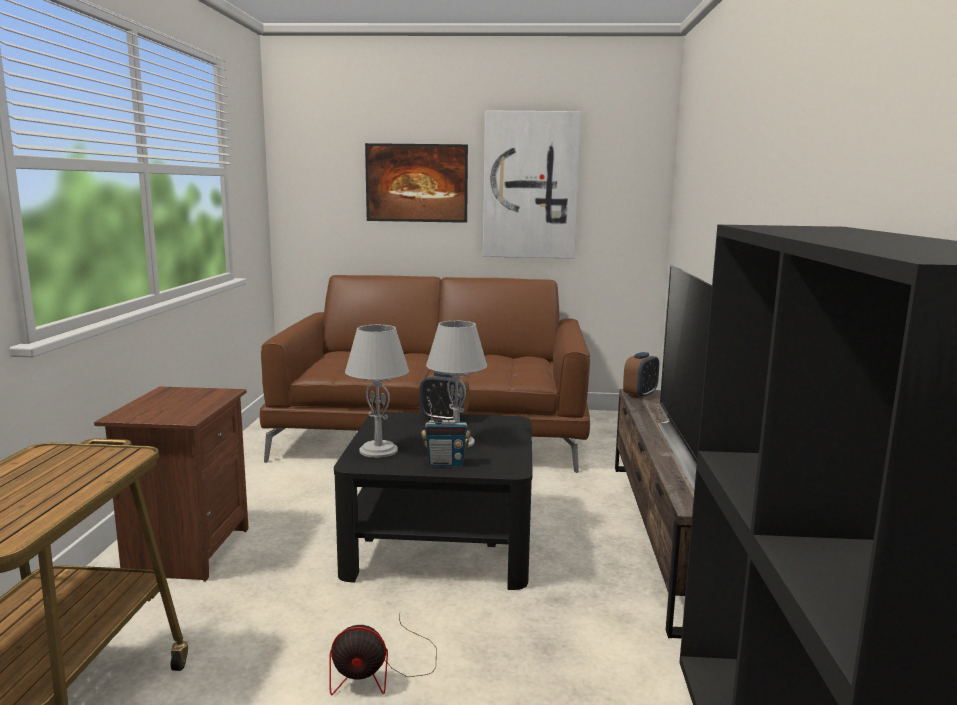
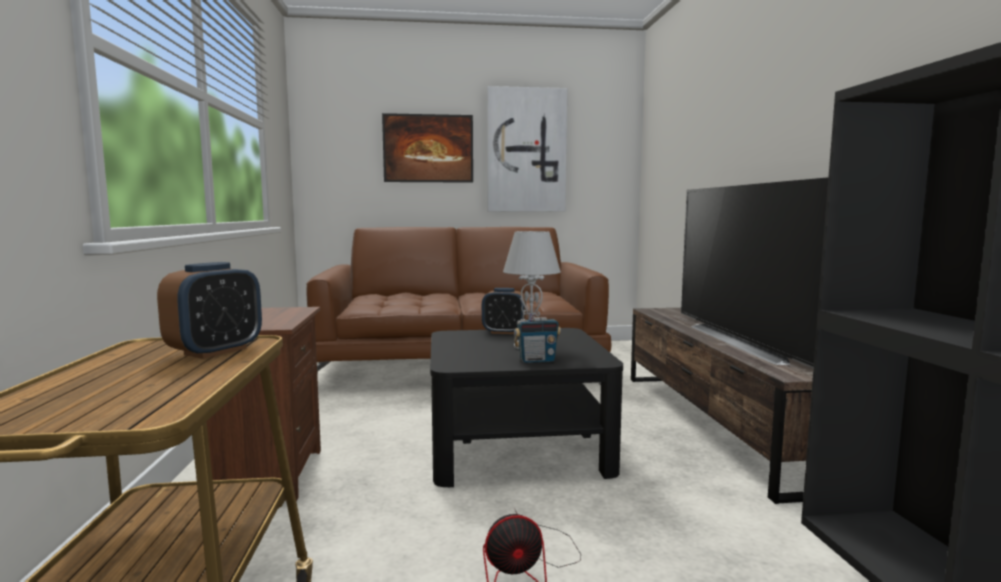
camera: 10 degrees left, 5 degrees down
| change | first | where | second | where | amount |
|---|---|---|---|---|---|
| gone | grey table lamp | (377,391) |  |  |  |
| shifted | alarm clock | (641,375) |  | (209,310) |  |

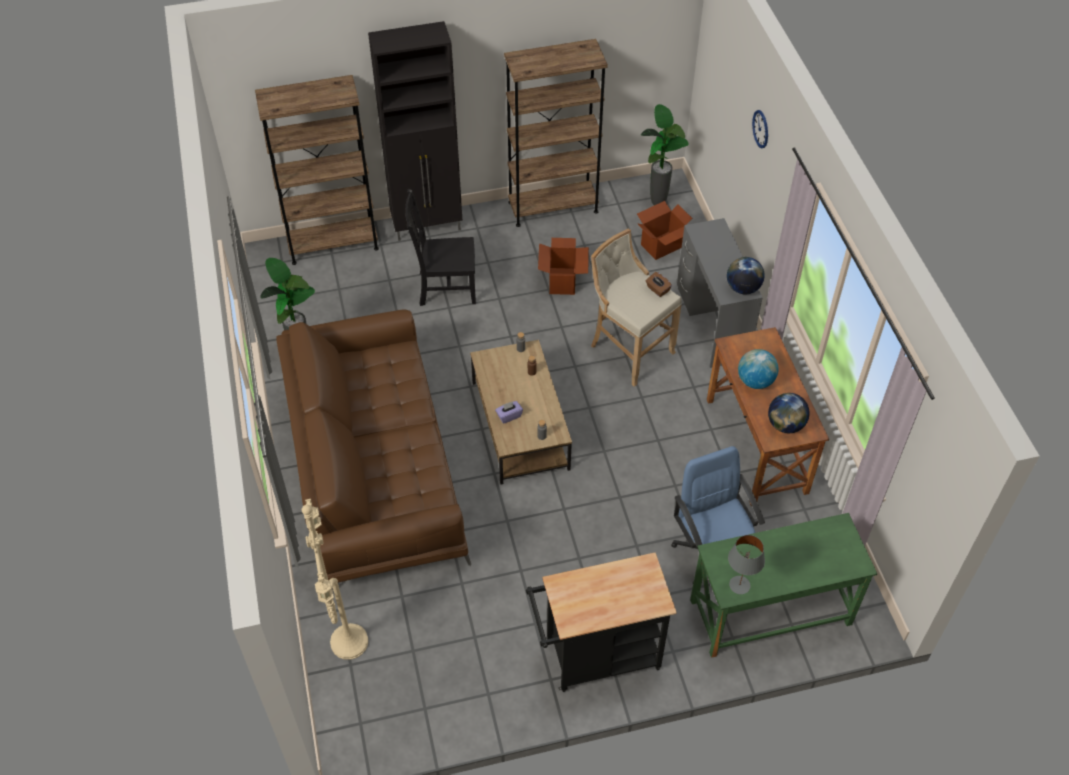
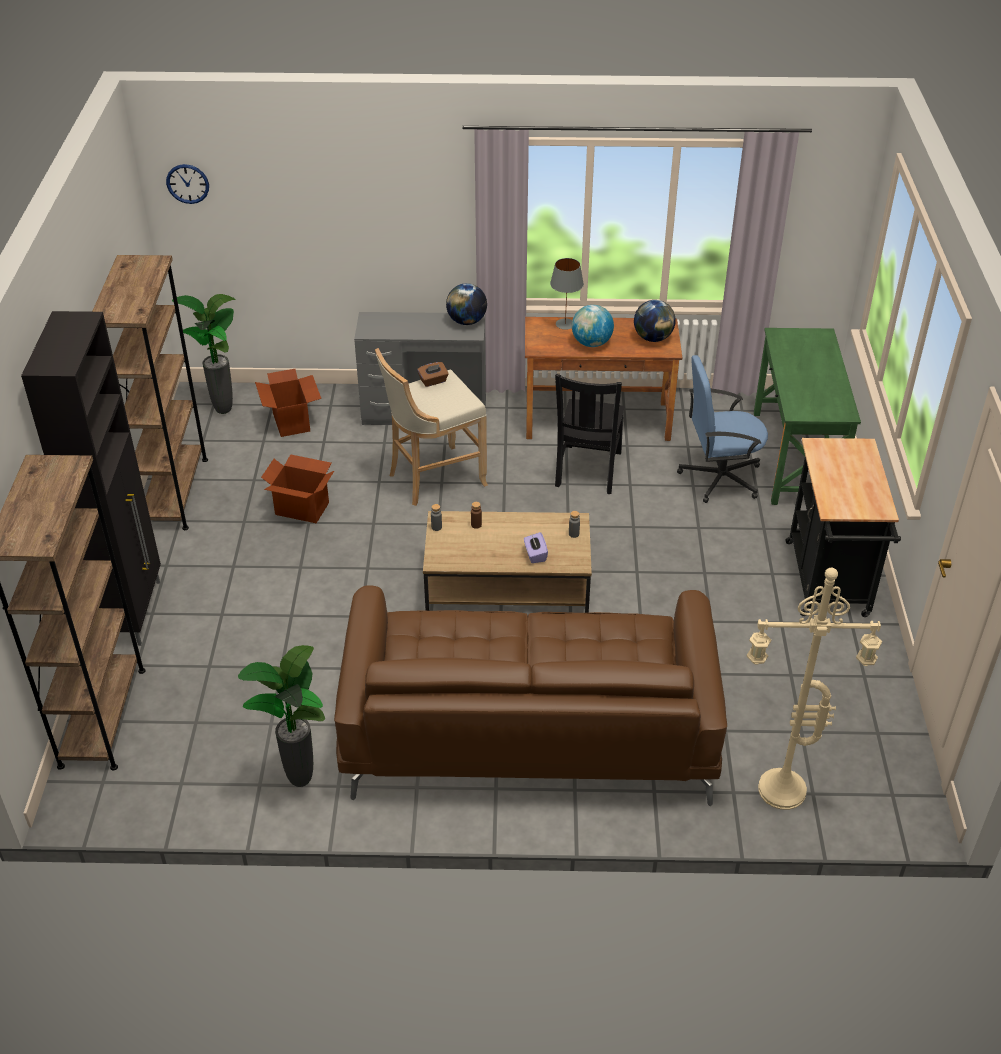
camera: 75 degrees left, 10 degrees down
| change | first | where | second | where | amount |
|---|---|---|---|---|---|
| shifted | wall clock | (760,129) |  | (187,184) |  |
| shifted | black chair | (440,247) |  | (590,434) |  |
| shifted | grey table lamp | (746,564) |  | (567,294) |  |

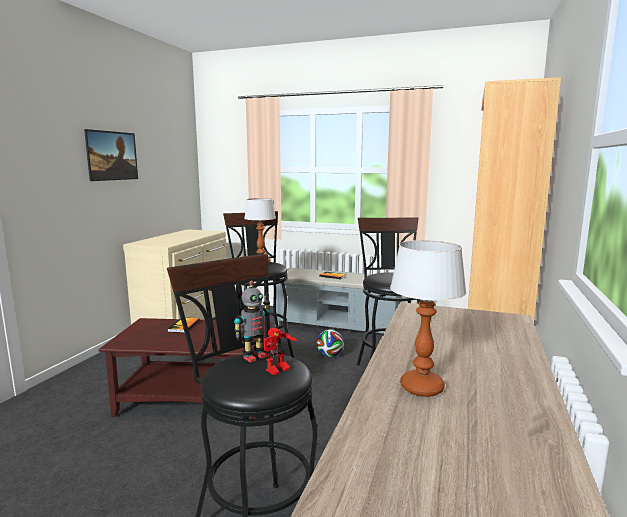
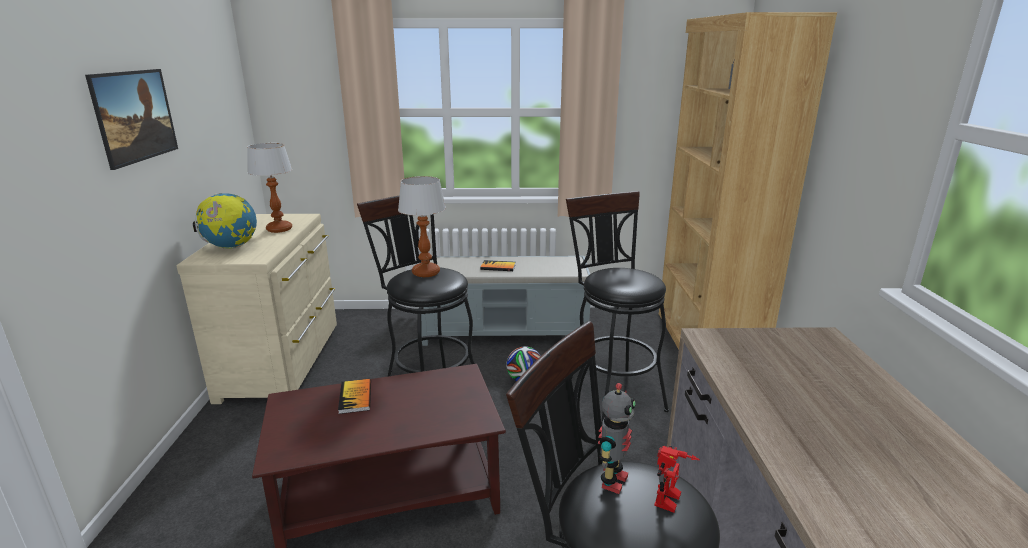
camera: 20 degrees left, 10 degrees up
| change | first | where | second | where | amount |
|---|---|---|---|---|---|
| shifted | table lamp | (428,318) |  | (269,188) |  |
| new |  |  | globe | (225,221) |  |

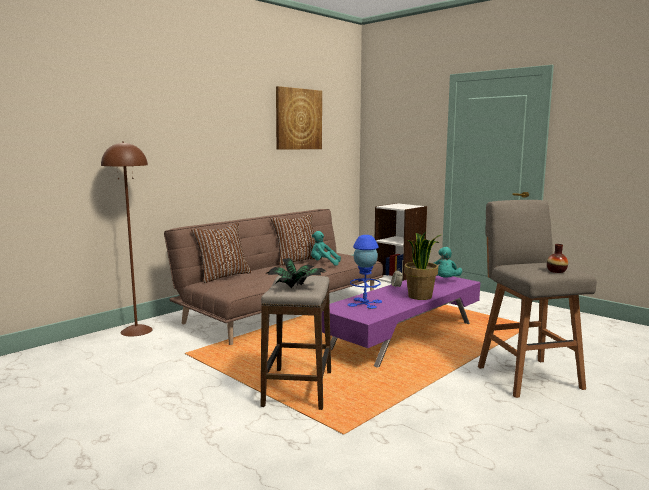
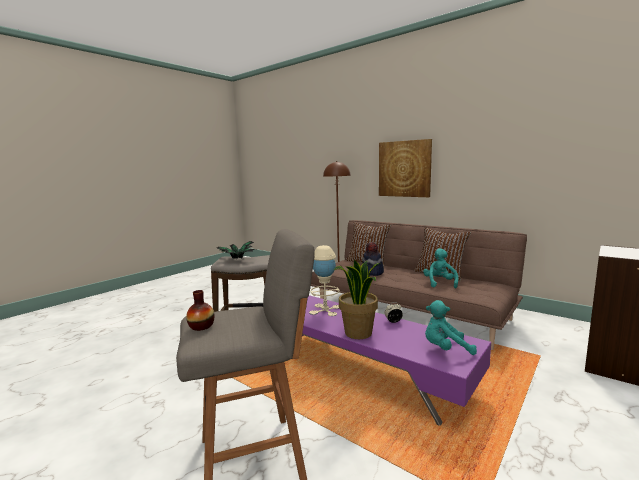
camera: 85 degrees right, 0 degrees up
| change | first | where | second | where | amount |
|---|---|---|---|---|---|
| shifted | picture | (299,118) |  | (405,168) |  |
| repainted | blue table lamp | (365,272) | beige table lamp | (324,280) |  |
| new |  |  | hat | (373,259) |  |

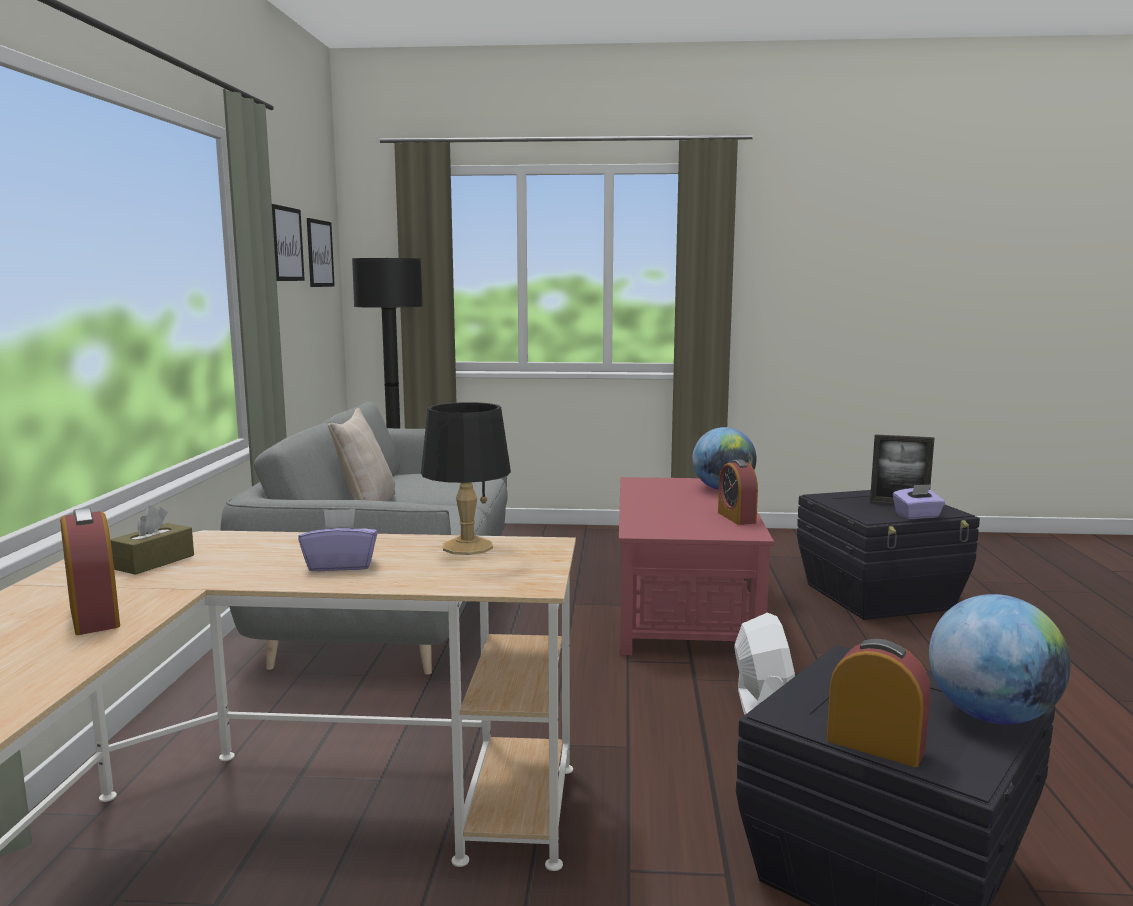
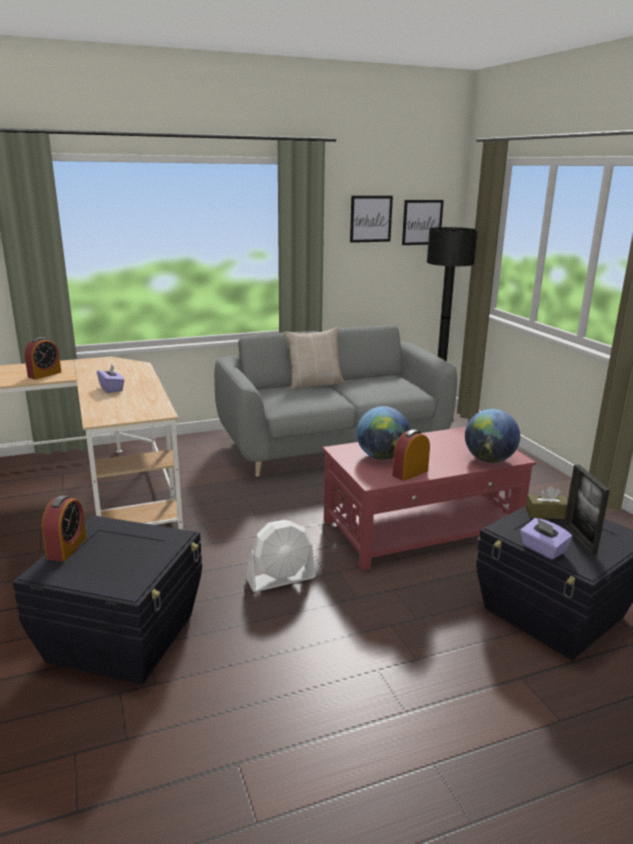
camera: 65 degrees right, 10 degrees up
| change | first | where | second | where | amount |
|---|---|---|---|---|---|
| gone | black table lamp | (466,478) |  |  |  |
| shifted | brown tissue box | (152,540) |  | (546,502) |  |
| shifted | globe | (999,659) |  | (383,433) |  |

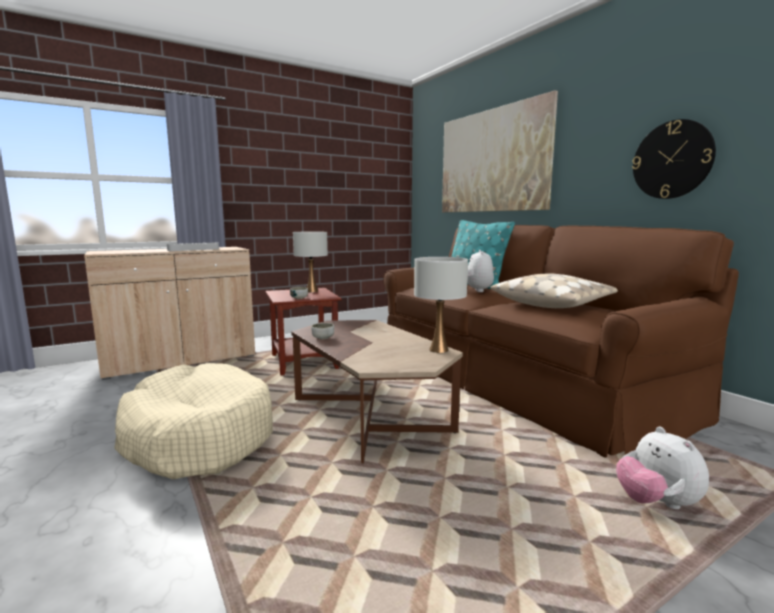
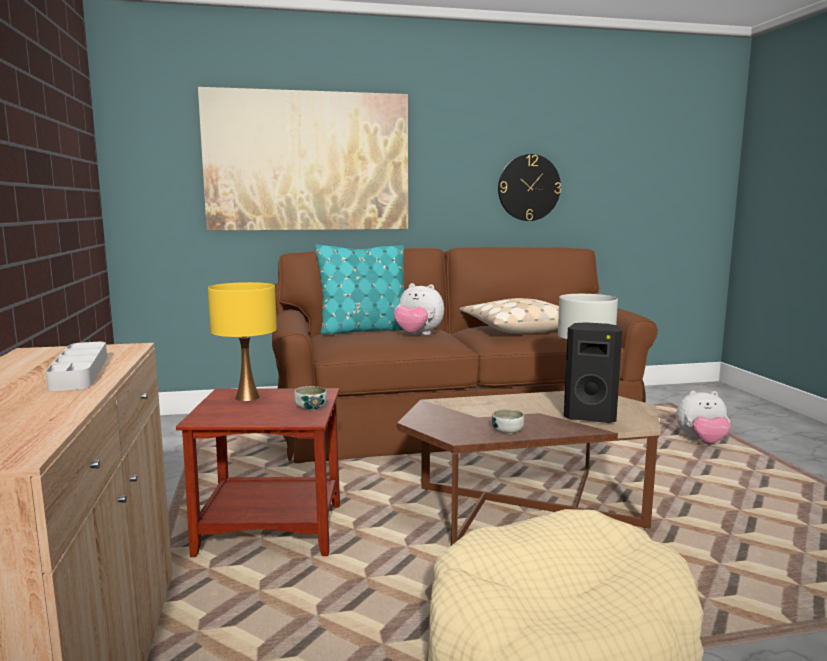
camera: 70 degrees left, 0 degrees up
| change | first | where | second | where | amount |
|---|---|---|---|---|---|
| repainted | white table lamp | (310,262) | yellow table lamp | (242,341) |  |
| new |  |  | black speaker | (593,372) |  |

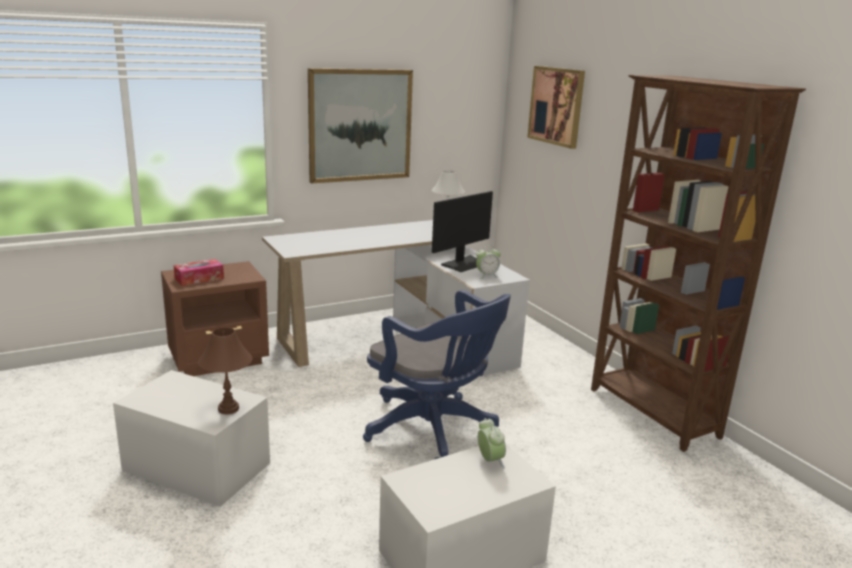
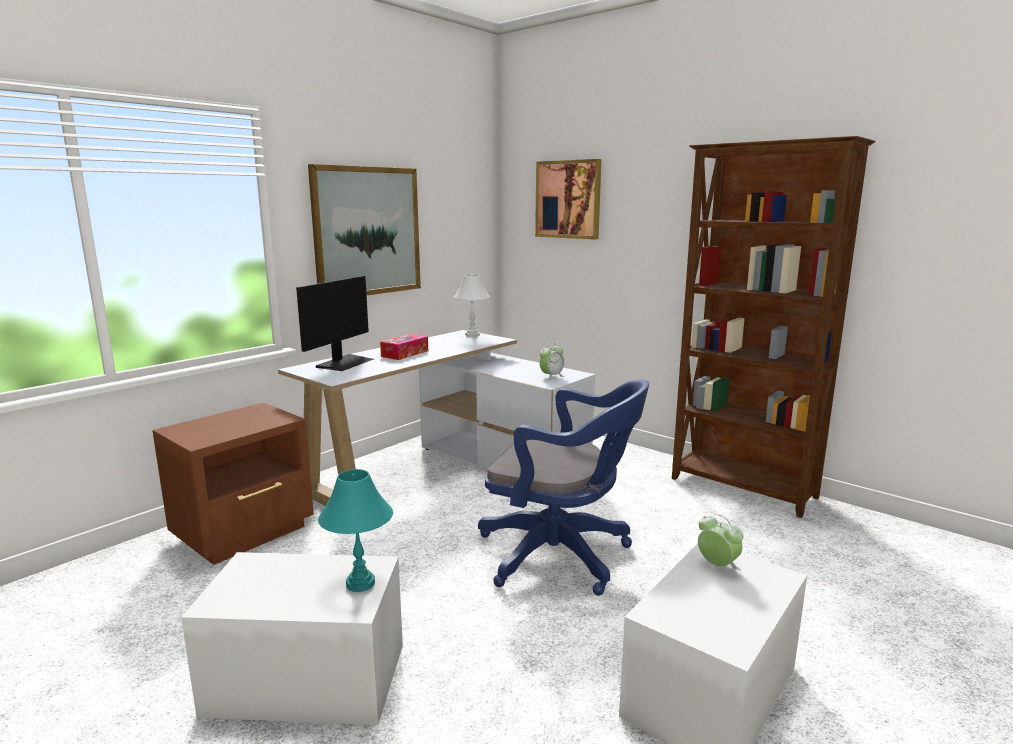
camera: 20 degrees left, 5 degrees down
| change | first | where | second | where | amount |
|---|---|---|---|---|---|
| shifted | monitor | (462,231) |  | (335,323) |  |
| shifted | tissue box | (198,272) |  | (404,347) |  |
| repainted | brown table lamp | (225,370) | turquoise table lamp | (355,530) |  |

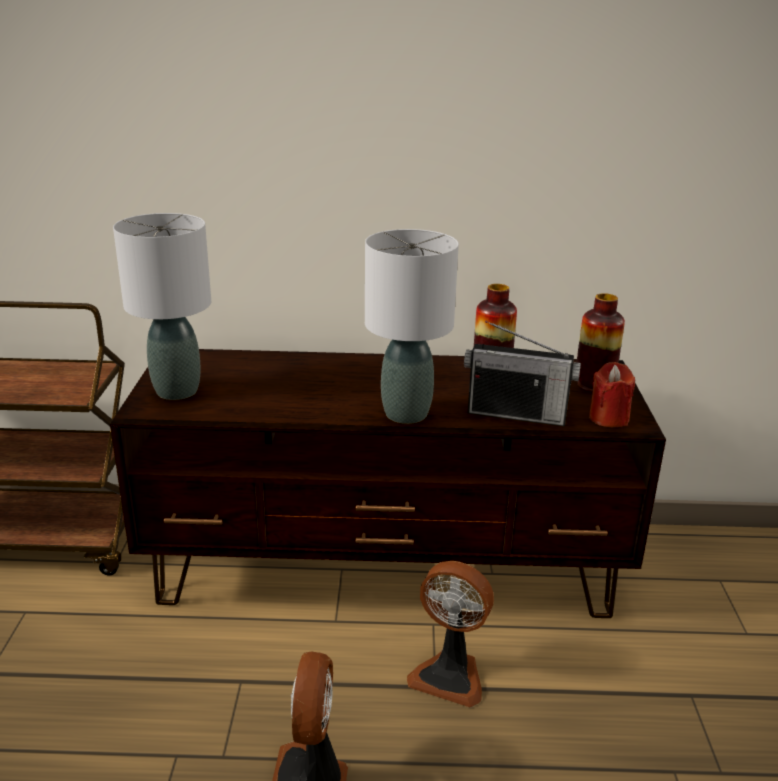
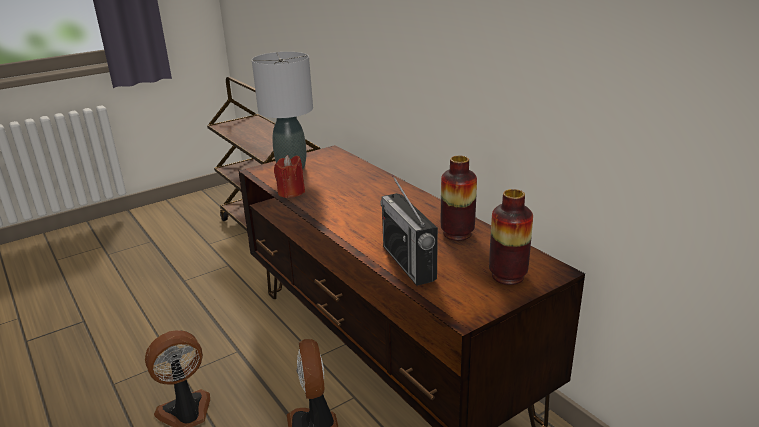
camera: 55 degrees right, 0 degrees up
| change | first | where | second | where | amount |
|---|---|---|---|---|---|
| gone | grey table lamp | (412,326) |  |  |  |
| shifted | red candle | (612,394) |  | (289,176) |  |

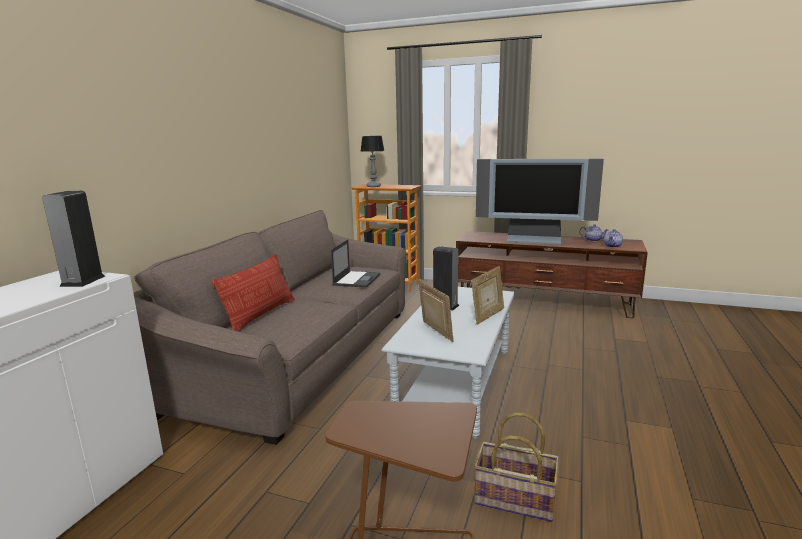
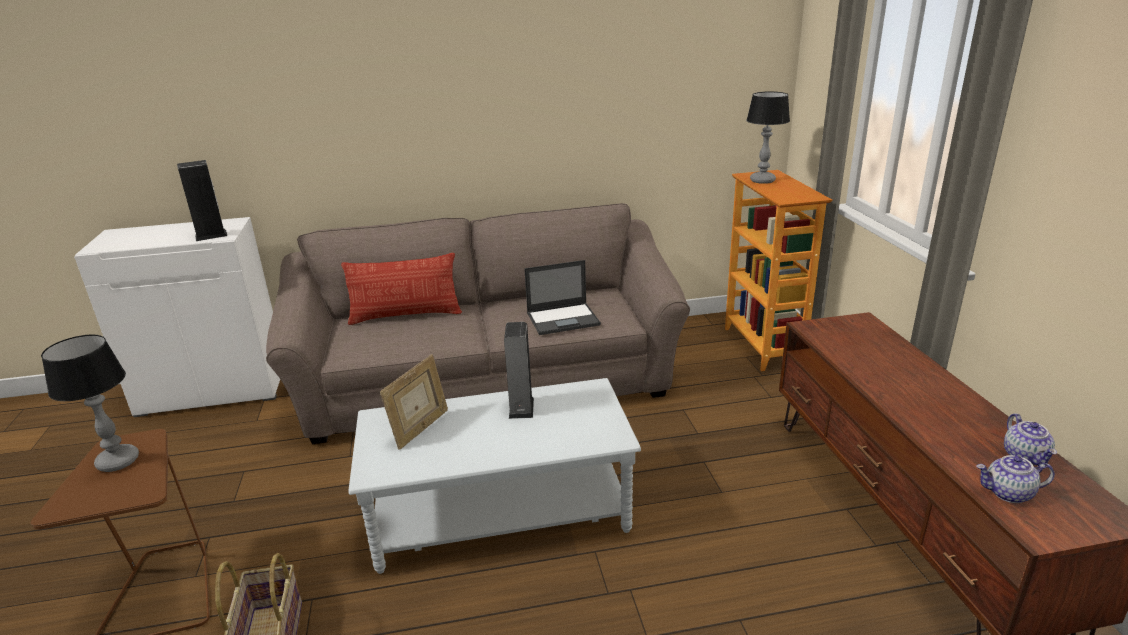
camera: 60 degrees right, 10 degrees up
| change | first | where | second | where | amount |
|---|---|---|---|---|---|
| gone | television | (540,201) |  |  |  |
| gone | picture frame | (487,295) |  |  |  |
| new |  |  | table lamp | (90,403) |  |

